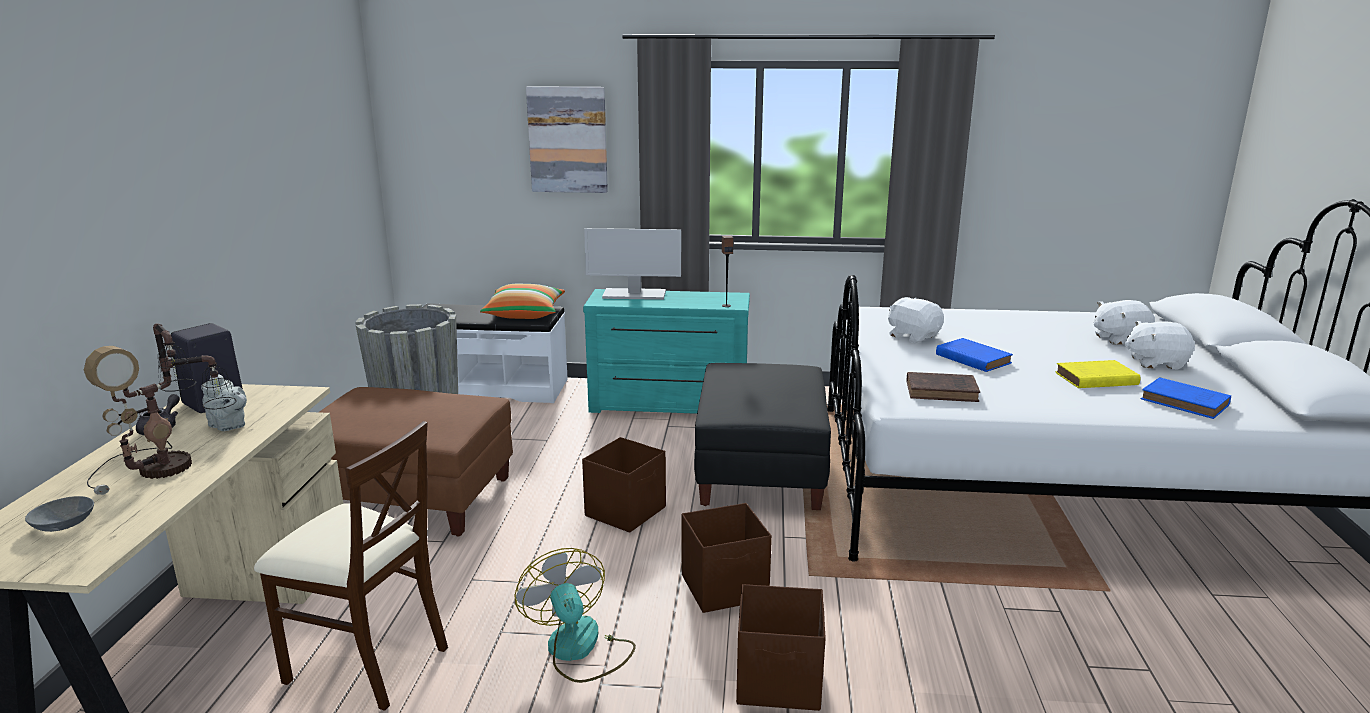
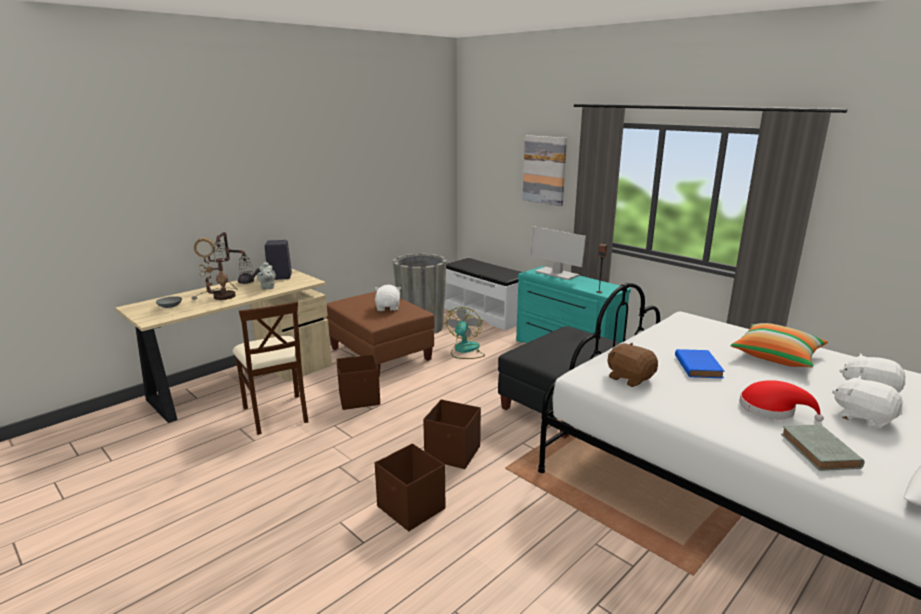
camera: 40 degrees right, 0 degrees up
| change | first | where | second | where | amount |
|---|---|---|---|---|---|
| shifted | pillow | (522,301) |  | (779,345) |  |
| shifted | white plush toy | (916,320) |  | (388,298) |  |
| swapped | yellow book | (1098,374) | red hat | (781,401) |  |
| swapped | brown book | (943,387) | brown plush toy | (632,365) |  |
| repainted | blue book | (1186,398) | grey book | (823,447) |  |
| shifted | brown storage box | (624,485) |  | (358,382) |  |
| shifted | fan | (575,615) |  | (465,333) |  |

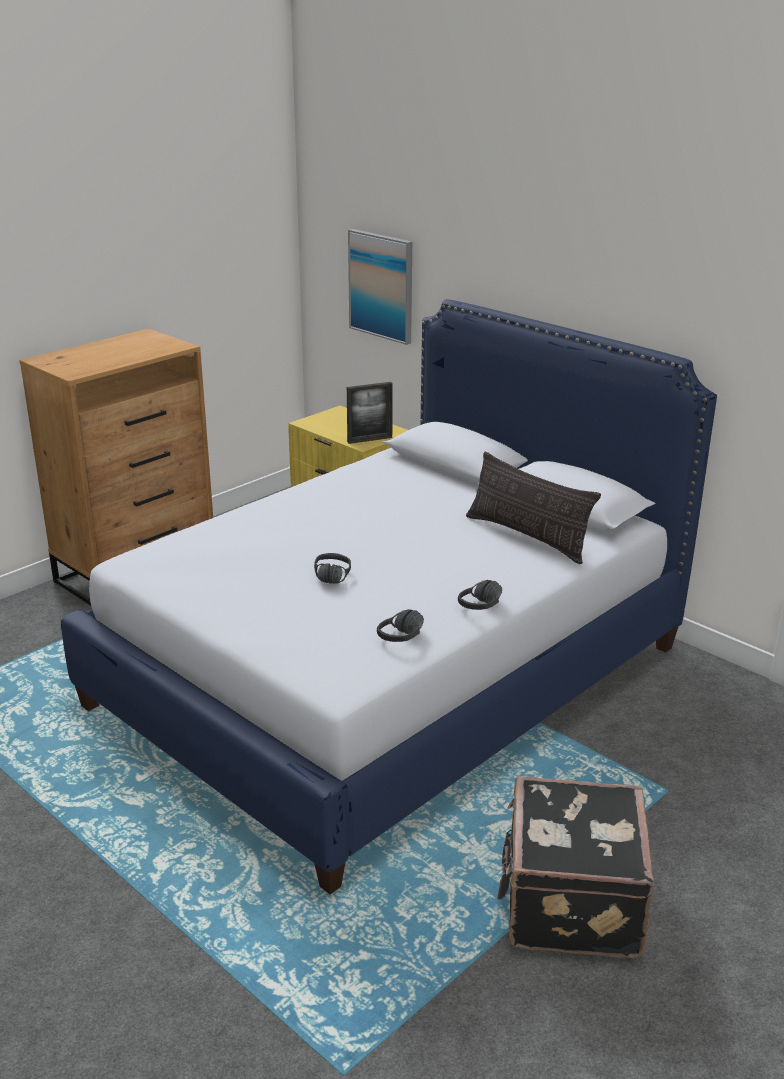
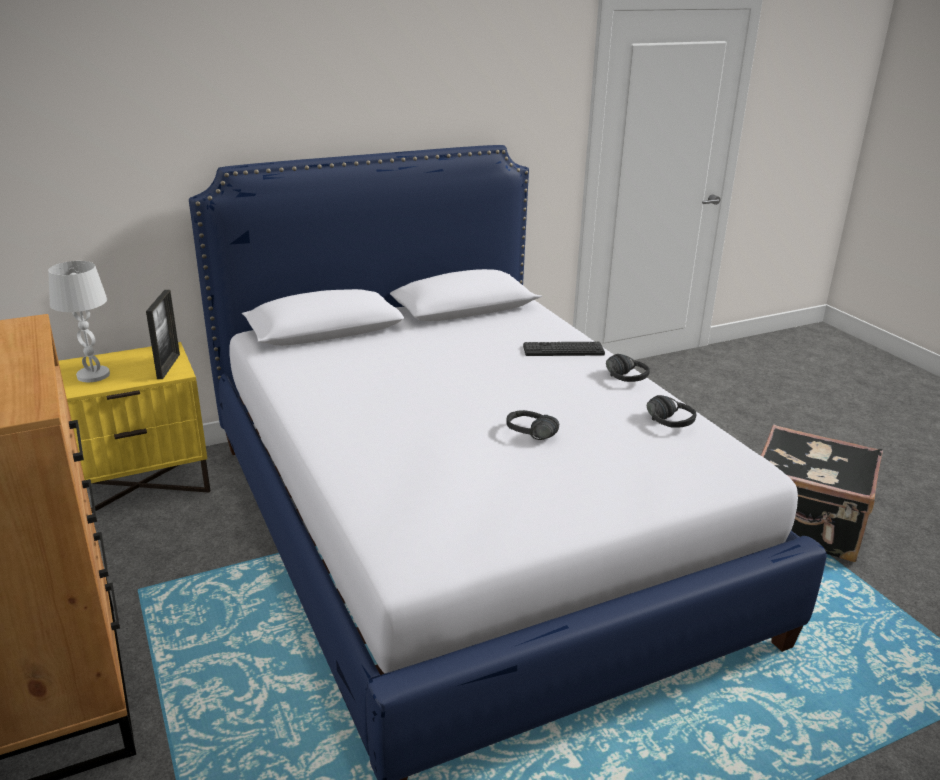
camera: 70 degrees left, 0 degrees up
| change | first | where | second | where | amount |
|---|---|---|---|---|---|
| gone | picture | (380,287) |  |  |  |
| gone | pillow | (533,507) |  |  |  |
| new |  |  | white table lamp | (79,321) |  |
| new |  |  | keyboard | (564,349) |  |

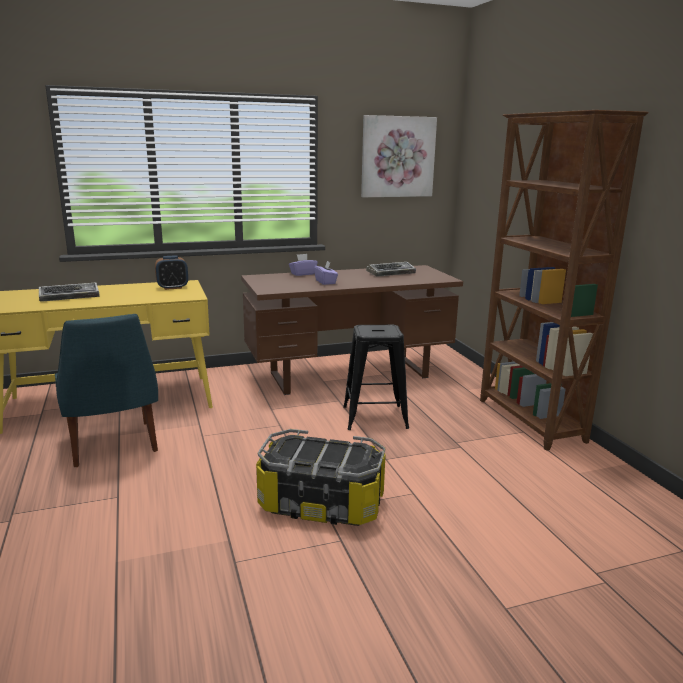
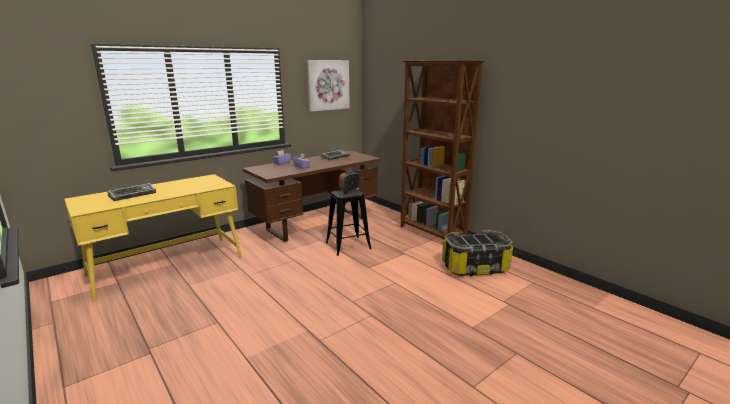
camera: 20 degrees left, 0 degrees up
| change | first | where | second | where | amount |
|---|---|---|---|---|---|
| shifted | alarm clock | (171,273) |  | (349,181) |  |
| gone | blue chair | (106,390) |  |  |  |
| shifted | storage box | (321,477) |  | (477,253) |  |

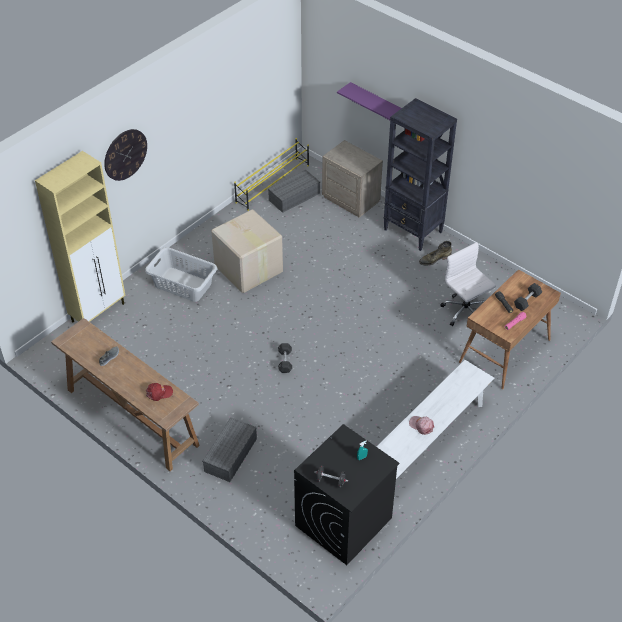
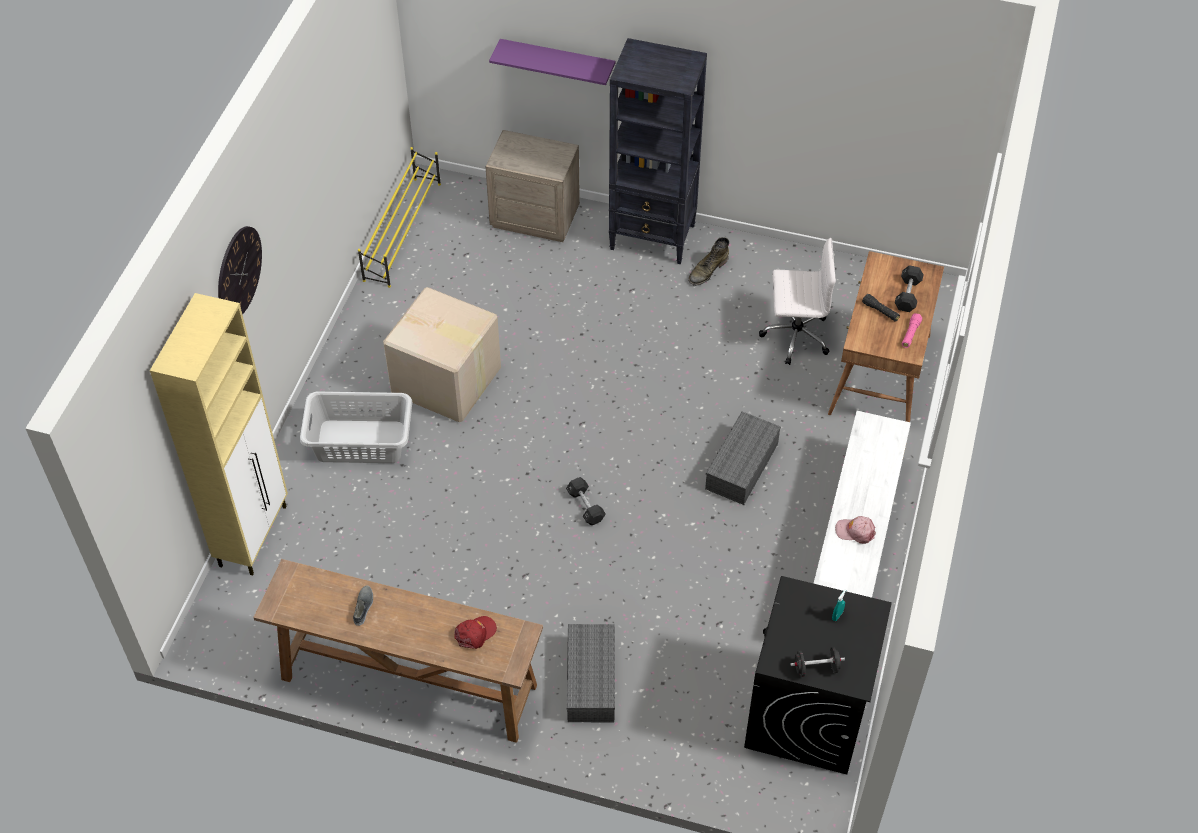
camera: 25 degrees left, 5 degrees up
| change | first | where | second | where | amount |
|---|---|---|---|---|---|
| shifted | grey storage box | (294,191) |  | (743,458) |  |
| rotated | white office chair | (468,284) |  | (797,301) | 150 degrees clockwise |

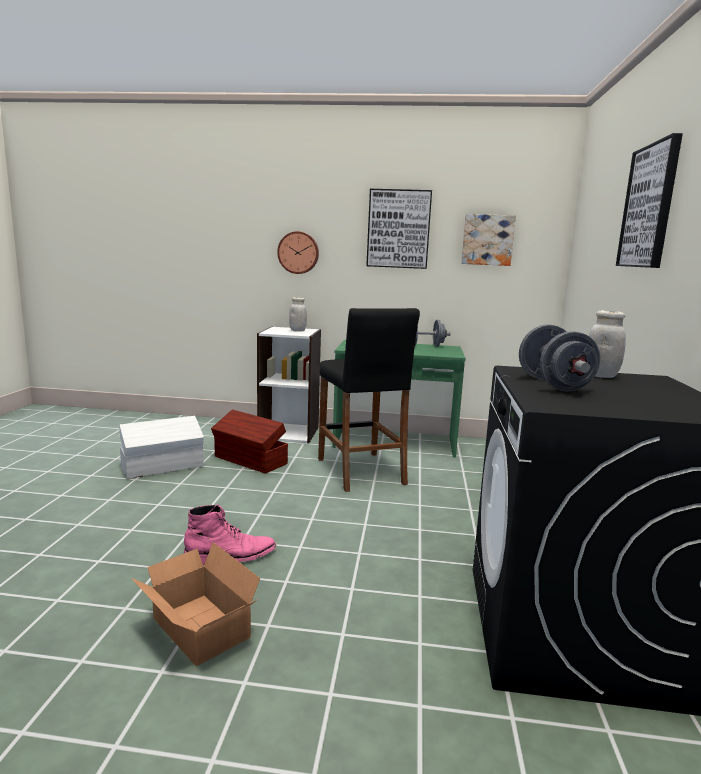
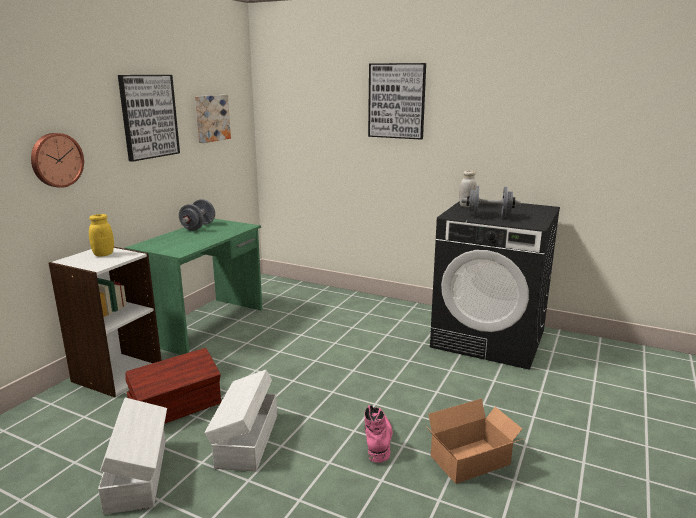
camera: 70 degrees left, 5 degrees up
| change | first | where | second | where | amount |
|---|---|---|---|---|---|
| repainted | white jar | (298,314) | yellow jar | (101,235) |  |
| gone | black stool | (369,400) |  |  |  |
| new |  |  | white storage box | (241,420) |  |

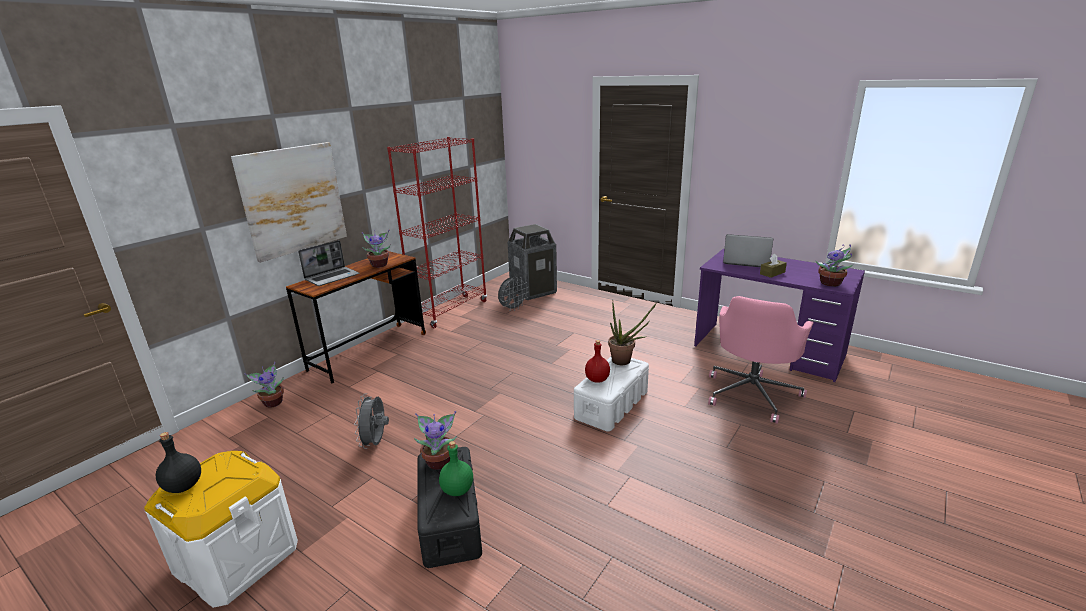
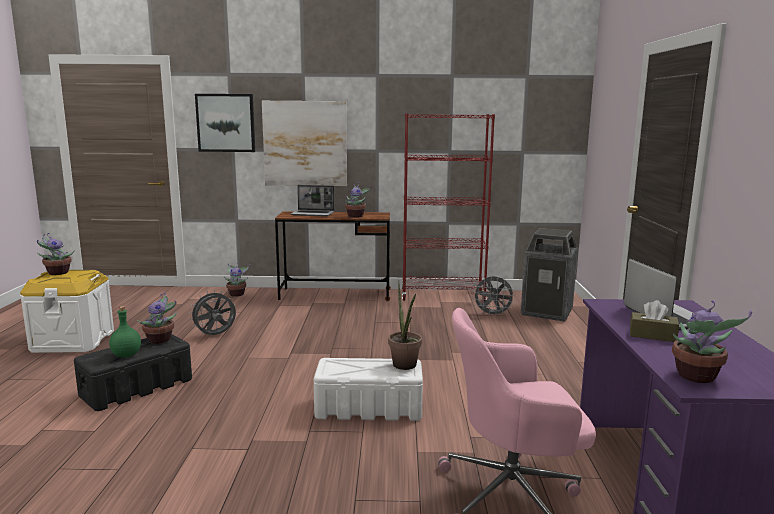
camera: 55 degrees right, 10 degrees down
| change | first | where | second | where | amount |
|---|---|---|---|---|---|
| gone | red bottle | (597,361) |  |  |  |
| swapped | black bottle | (178,462) | potted plant | (56,254) |  |
| new |  |  | picture | (225,123) |  |

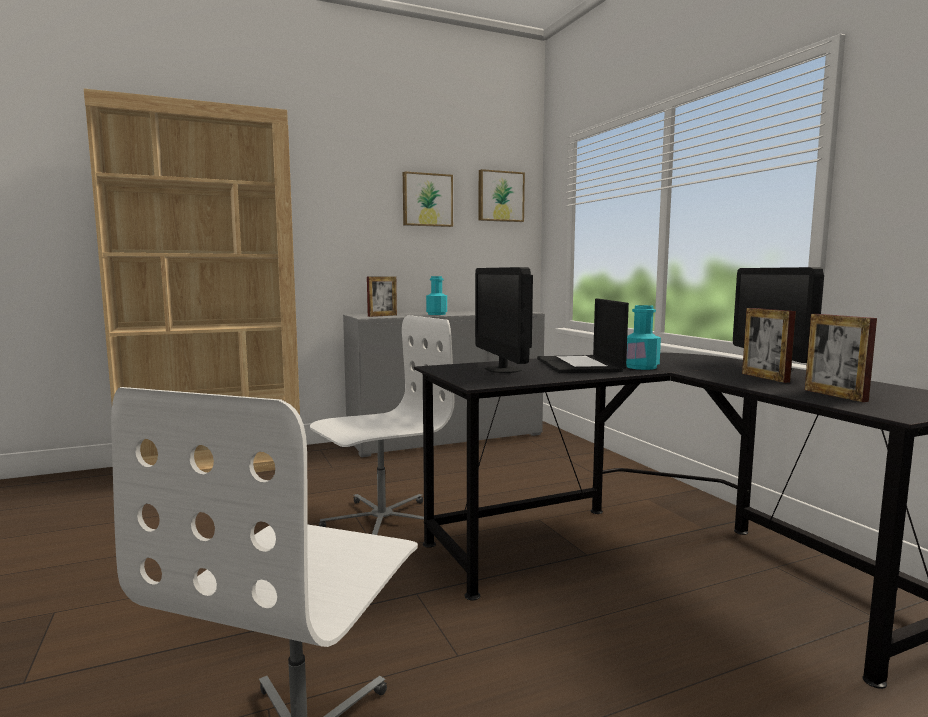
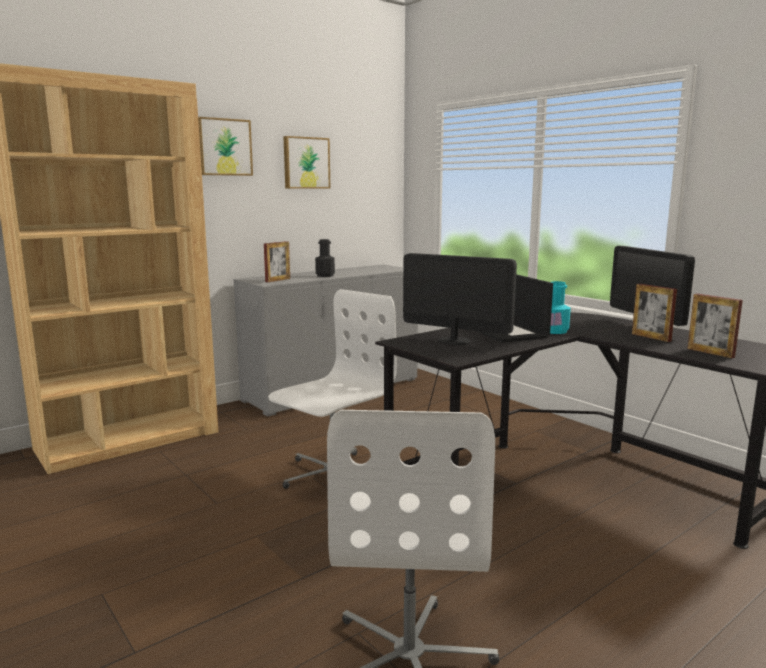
camera: 15 degrees left, 5 degrees up
| change | first | where | second | where | amount |
|---|---|---|---|---|---|
| shifted | picture | (501,195) |  | (225,146) |  |
| rotated | monitor | (504,320) |  | (460,299) | 150 degrees clockwise |
| repainted | turquoise bottle | (436,295) | black bottle | (325,258) |  |

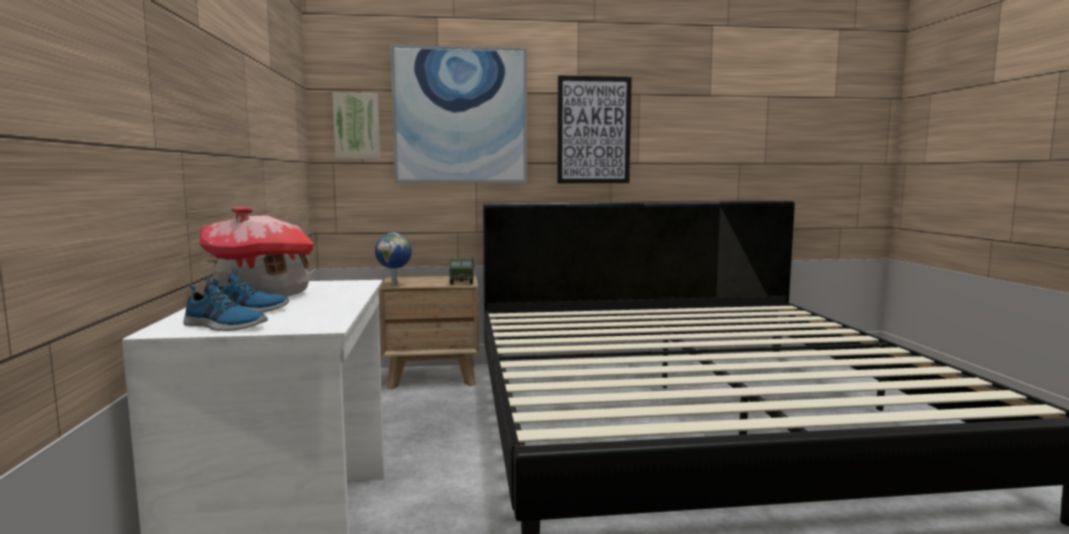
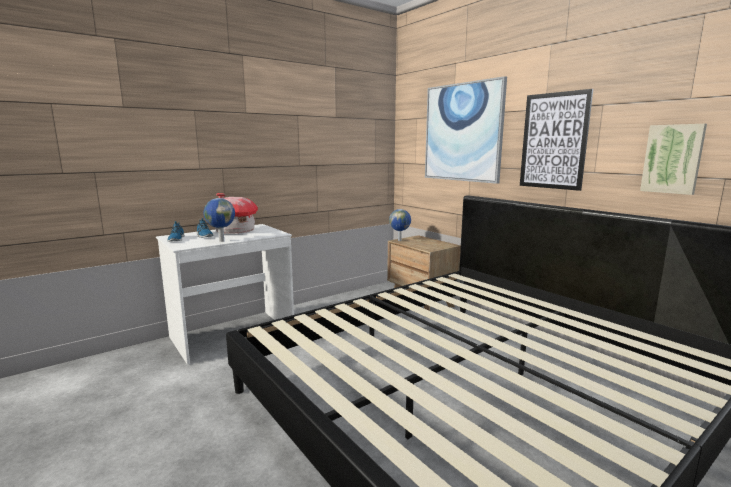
camera: 60 degrees right, 5 degrees up
| change | first | where | second | where | amount |
|---|---|---|---|---|---|
| shifted | picture | (356,126) |  | (673,159) |  |
| gone | toy truck | (461,271) |  |  |  |
| new |  |  | globe | (219,220) |  |

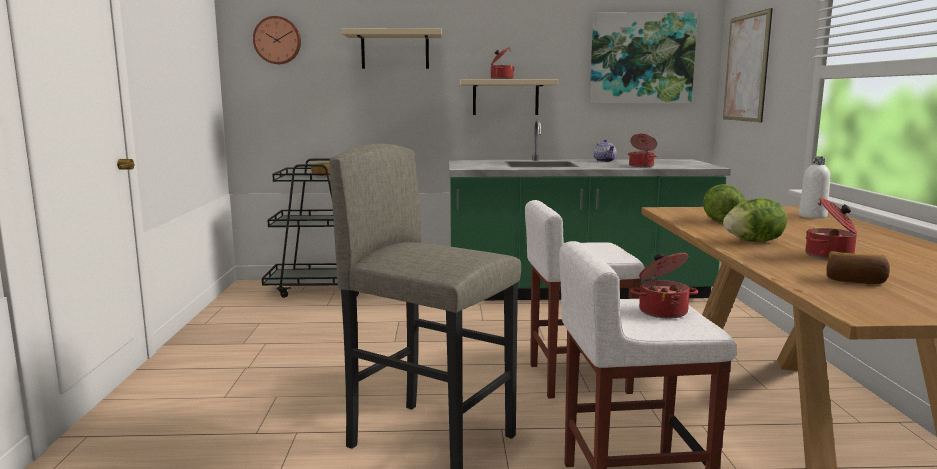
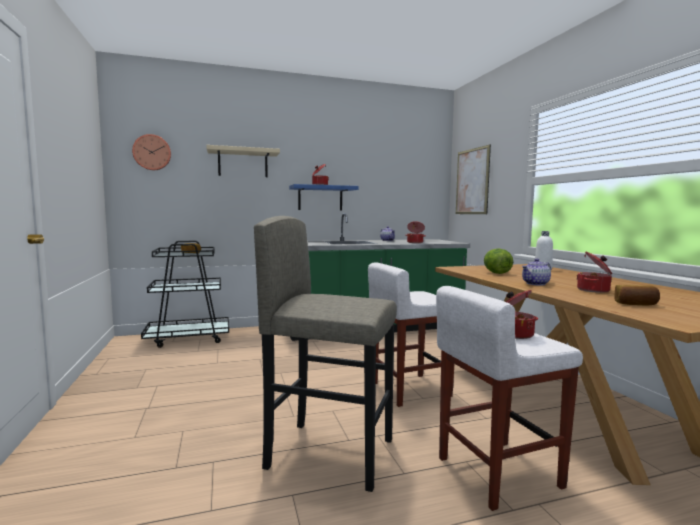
camera: 15 degrees left, 5 degrees down
| change | first | where | second | where | amount |
|---|---|---|---|---|---|
| gone | picture | (644,58) |  |  |  |
| repainted | beige shelf | (509,97) | blue shelf | (324,197) |  |
| swapped | lettuce | (755,220) | teapot | (536,272) |  |

